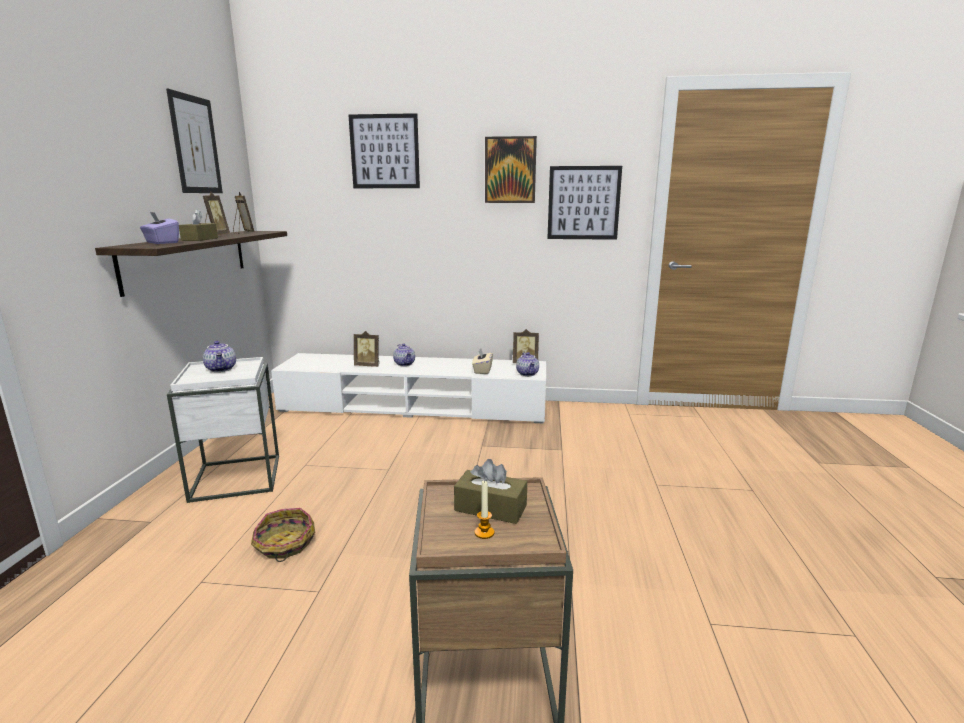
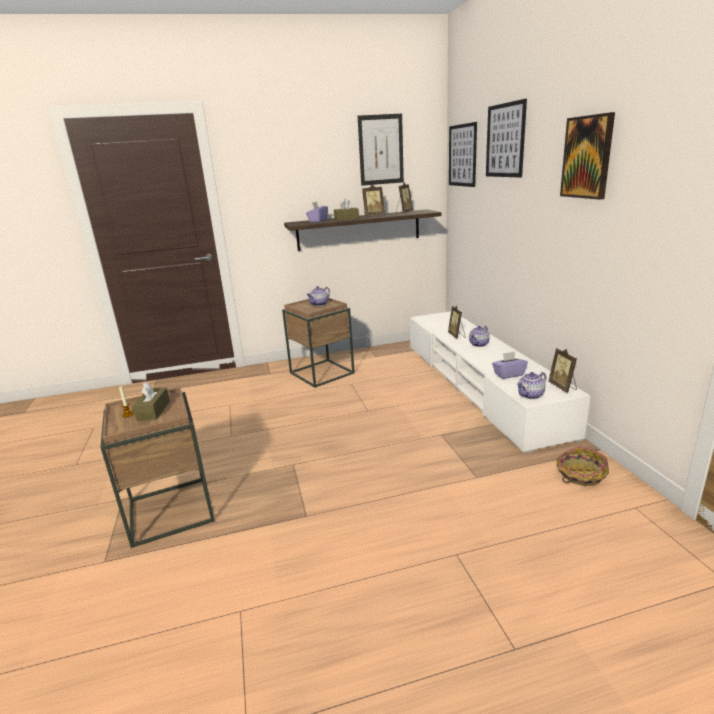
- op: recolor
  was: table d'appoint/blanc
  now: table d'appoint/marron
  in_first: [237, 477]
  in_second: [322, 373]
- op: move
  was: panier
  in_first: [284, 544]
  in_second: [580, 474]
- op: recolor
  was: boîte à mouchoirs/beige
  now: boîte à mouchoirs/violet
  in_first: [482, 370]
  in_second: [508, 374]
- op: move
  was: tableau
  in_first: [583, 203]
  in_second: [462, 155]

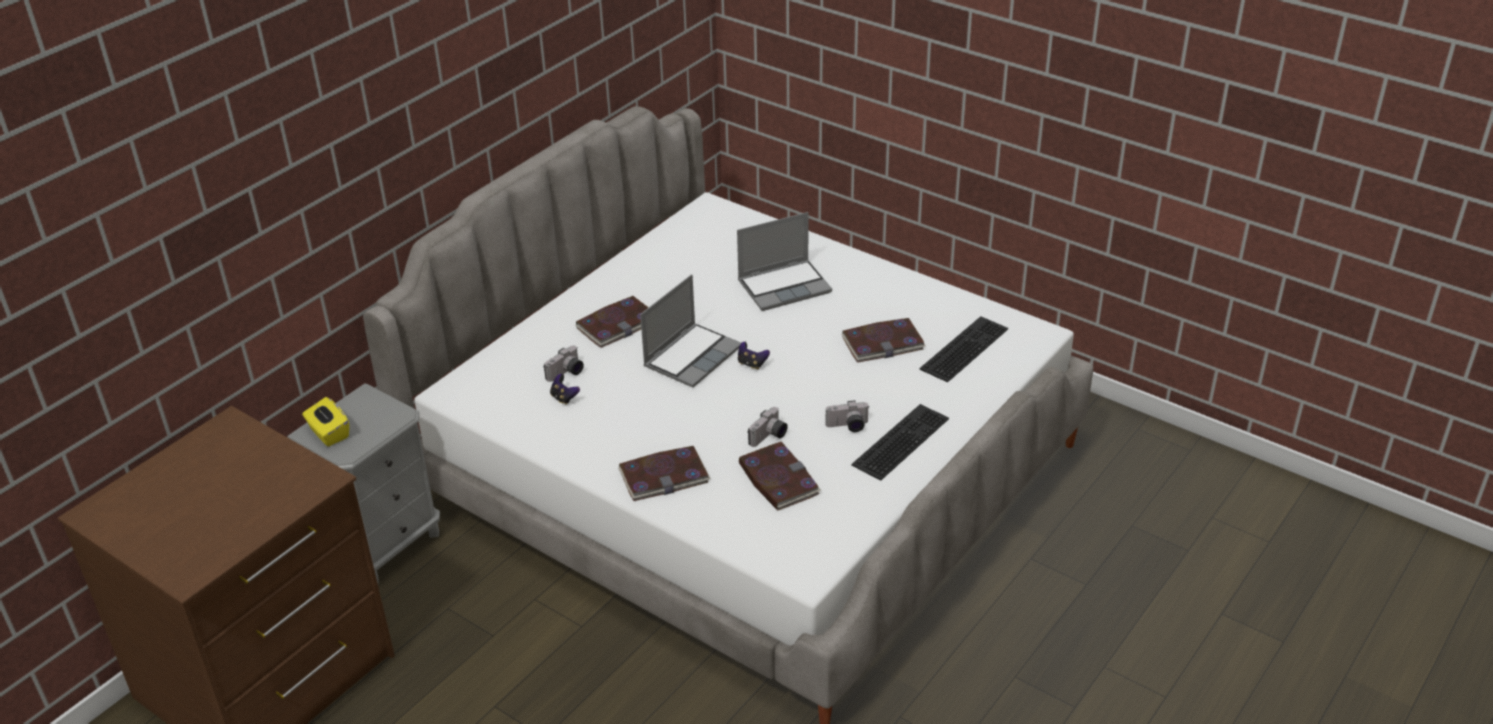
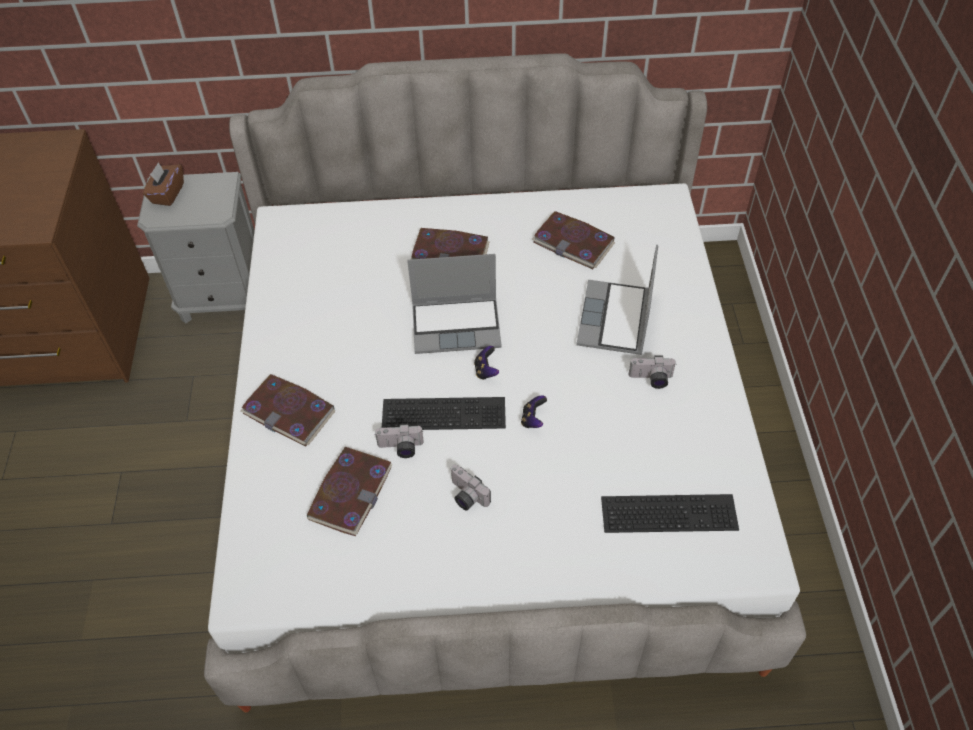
- op: recolor
  was: boîte à mouchoirs/jaune
  now: boîte à mouchoirs/marron
  in_first: [329, 433]
  in_second: [167, 194]
- op: move
  was: appareil photo
  in_first: [566, 373]
  in_second: [651, 380]
- op: move
  was: manette
  in_first: [564, 398]
  in_second: [533, 419]
- op: rotate
  was: ordinateur portable
  in_first: [785, 286]
  in_second: [615, 320]
  clockwise: 75
- op: move
  was: livre
  in_first: [883, 343]
  in_second: [574, 242]
- op: move
  was: clavier
  in_first: [899, 440]
  in_second: [445, 412]

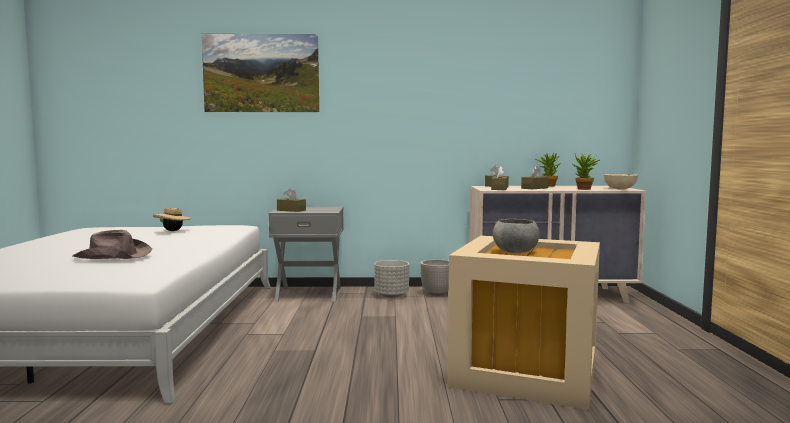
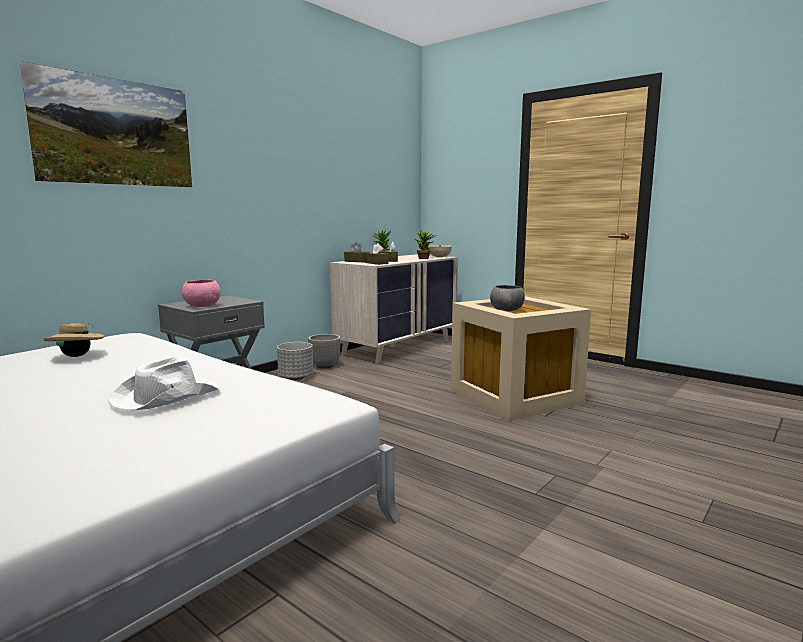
- op: recolor
  was: chapeau/marron
  now: chapeau/blanc
  in_first: [112, 255]
  in_second: [165, 396]
- op: replace
  was: boîte à mouchoirs/marron
  now: bol/rose
  in_first: [291, 210]
  in_second: [202, 306]

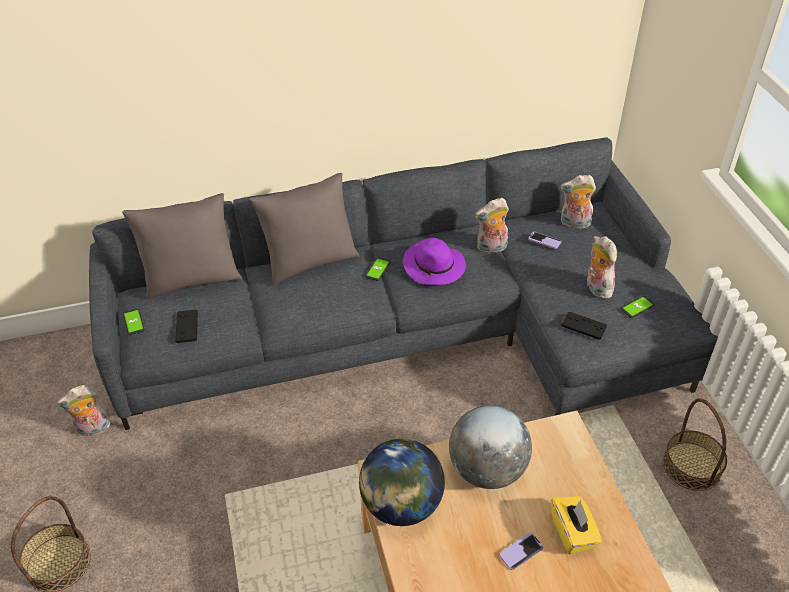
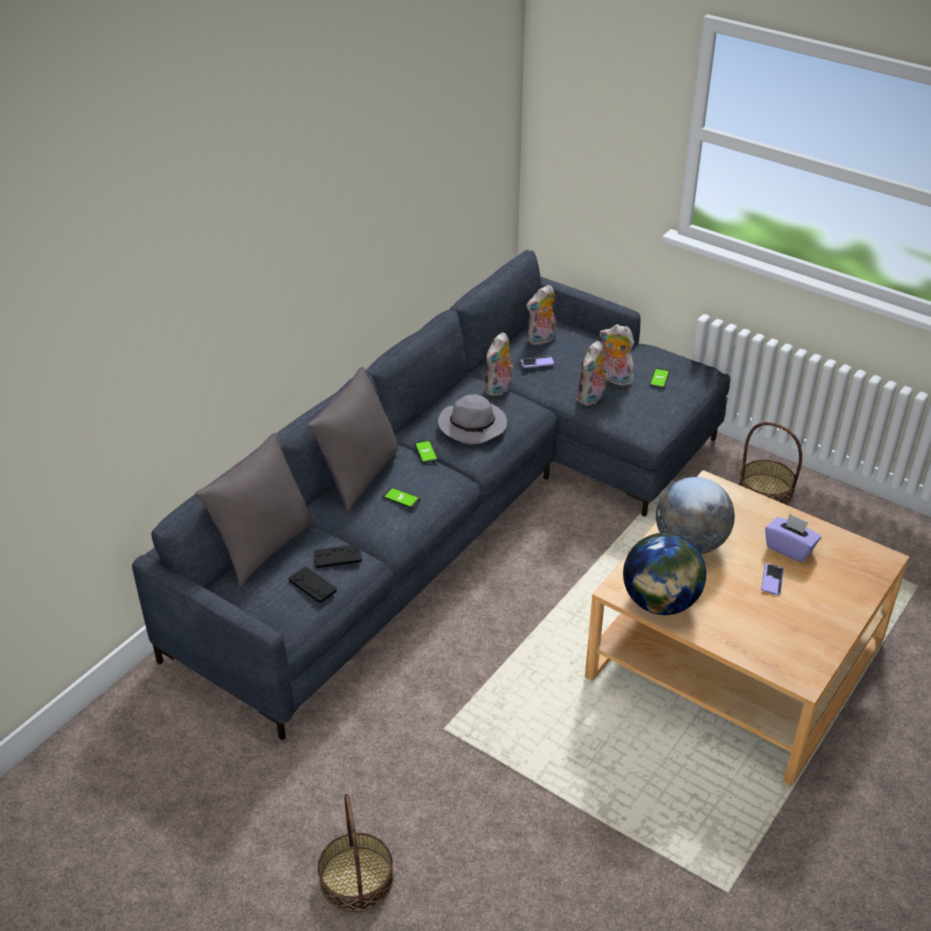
- op: move
  was: peluche
  in_first: [92, 429]
  in_second: [591, 398]
- op: move
  was: téléphone
  in_first: [134, 322]
  in_second: [401, 498]
- op: recolor
  was: chapeau/violet
  now: chapeau/gris
  in_first: [434, 267]
  in_second: [473, 425]
- op: recolor
  was: boîte à mouchoirs/jaune
  now: boîte à mouchoirs/violet
  in_first: [573, 533]
  in_second: [789, 548]
- op: move
  was: manette/noir
  in_first: [583, 326]
  in_second: [337, 557]

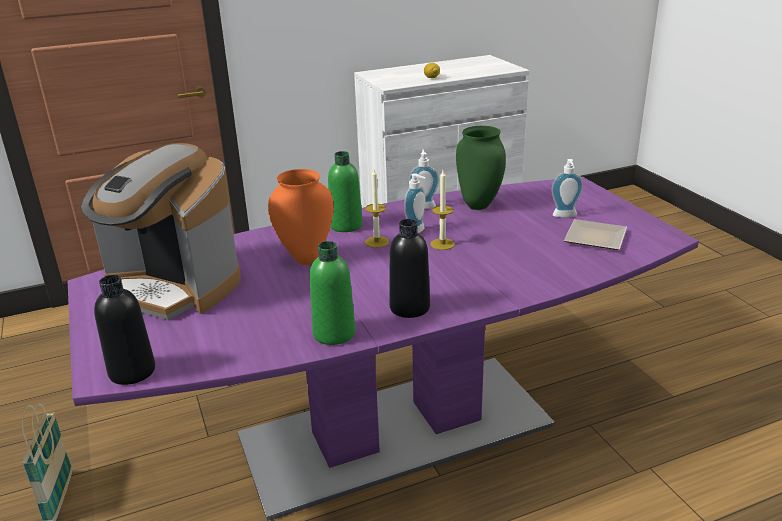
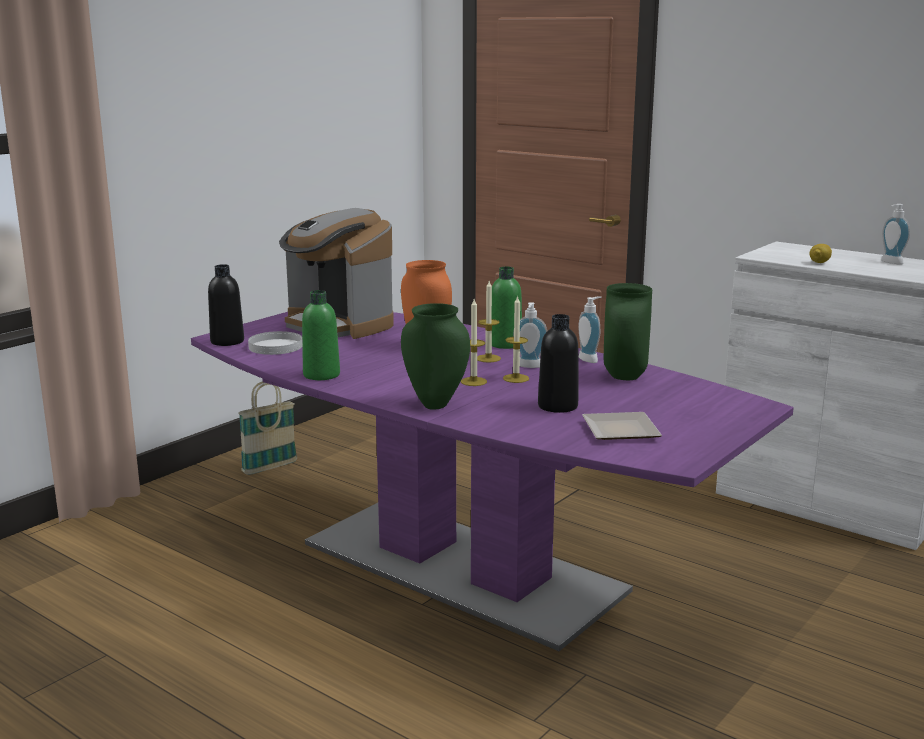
- op: rotate
  was: machine à café
  in_first: [173, 288]
  in_second: [338, 325]
  clockwise: -45
- op: move
  was: bouteille/noir
  in_first: [409, 307]
  in_second: [557, 406]
- op: move
  was: distributeur de savon
  in_first: [565, 216]
  in_second: [890, 262]
- op: insert
  now: assiette/blanc
  in_second: [275, 346]
- op: insert
  now: vase/vert
  in_second: [436, 404]
- op: insert
  now: bougie
  in_second: [473, 381]

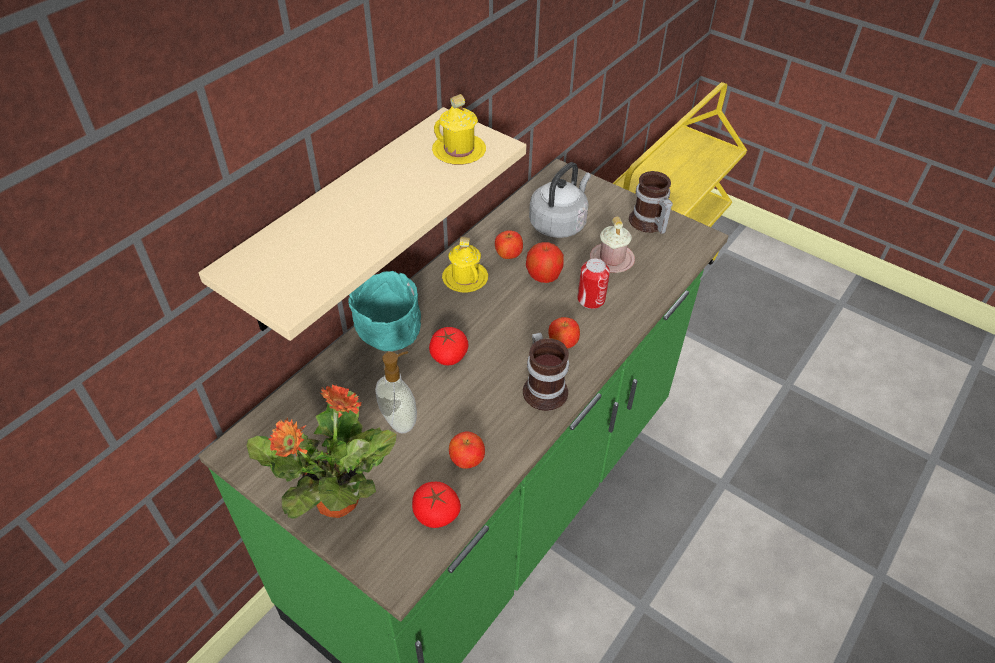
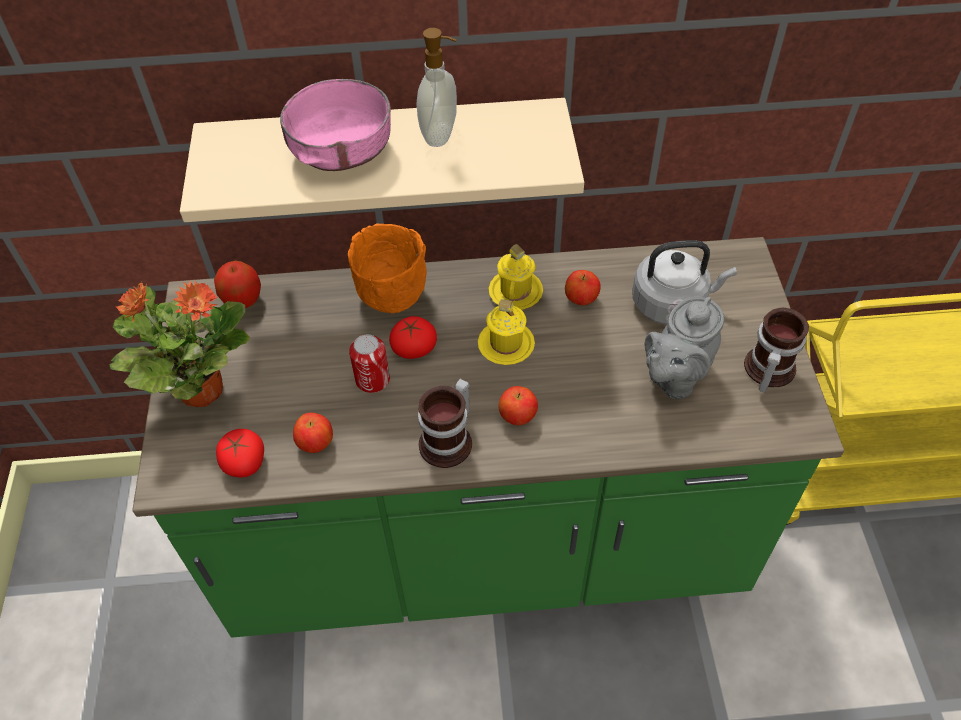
- op: recolor
  was: bol/turquoise
  now: bol/orange
  in_first: [390, 336]
  in_second: [393, 295]
- op: move
  was: distributeur de savon
  in_first: [400, 420]
  in_second: [441, 135]
- op: move
  was: mug/jaune
  in_first: [459, 151]
  in_second: [506, 344]
- op: move
  was: pomme
  in_first: [543, 276]
  in_second: [243, 300]
- op: move
  was: boîte métallique
  in_first: [591, 299]
  in_second: [372, 379]
- op: replace
  was: mug/rose
  now: théière/gris
  in_first: [612, 259]
  in_second: [675, 377]
- op: insert
  now: bol/rose
  in_second: [342, 150]

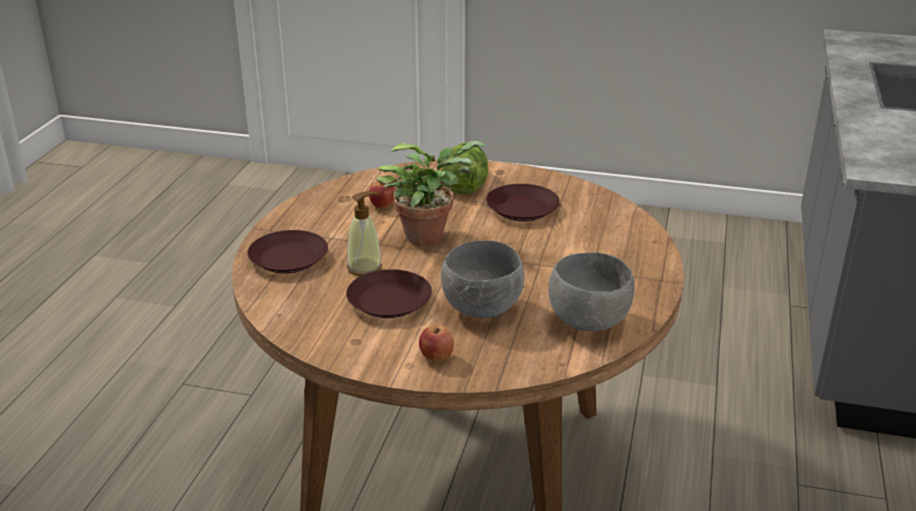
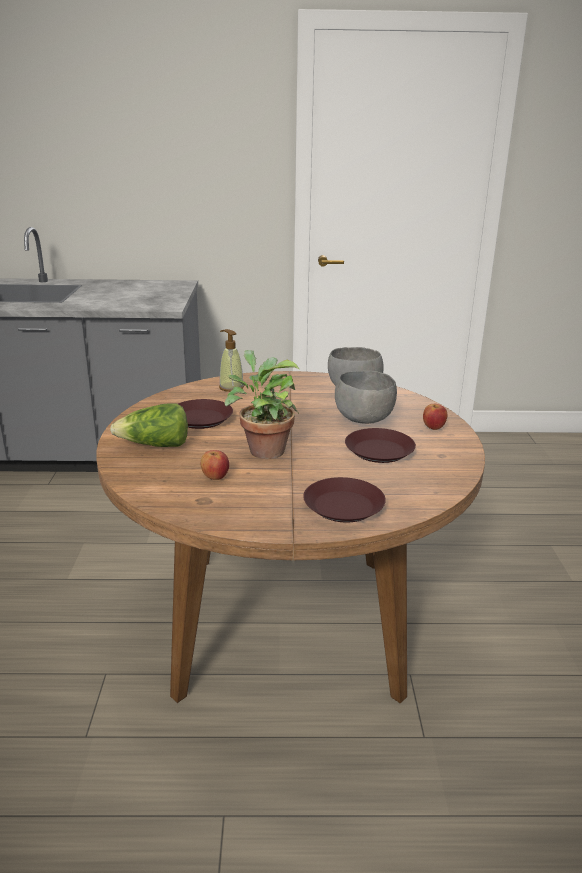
- op: move
  was: distributeur de savon
  in_first: [365, 268]
  in_second: [231, 387]

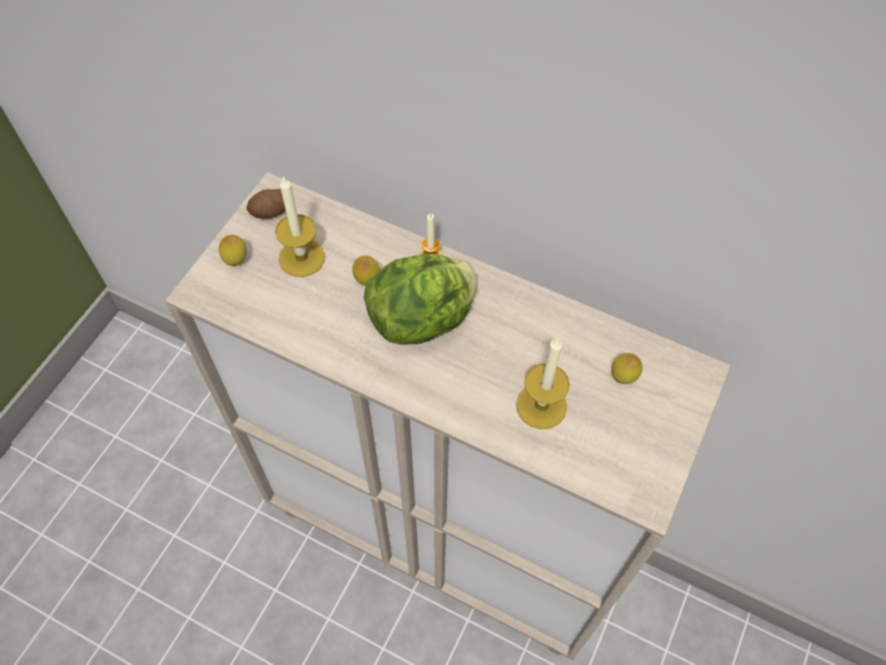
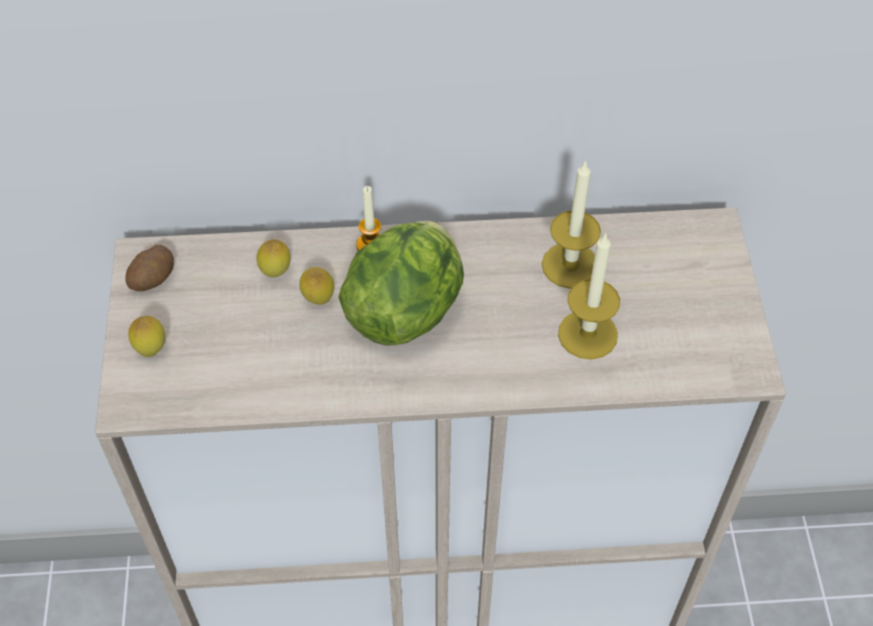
- op: move
  was: bougie
  in_first: [301, 258]
  in_second: [570, 265]
- op: move
  was: citron
  in_first: [623, 378]
  in_second: [276, 273]

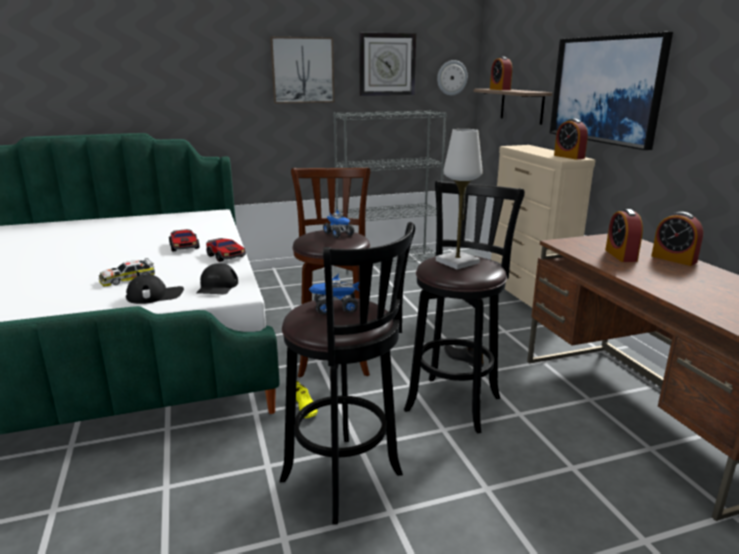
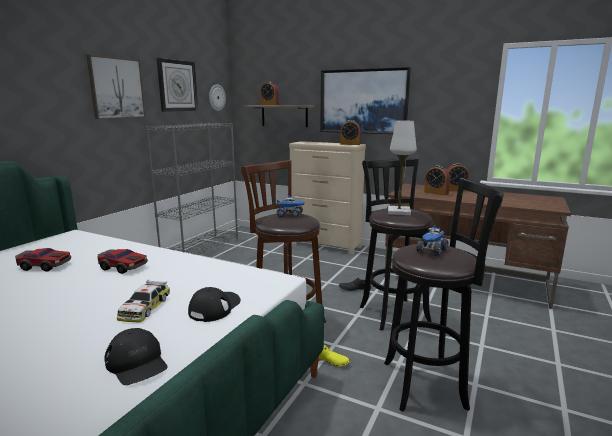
- op: move
  was: casquette/noir
  in_first: [217, 287]
  in_second: [137, 363]
- op: move
  was: petite voiture
  in_first: [226, 256]
  in_second: [45, 265]

